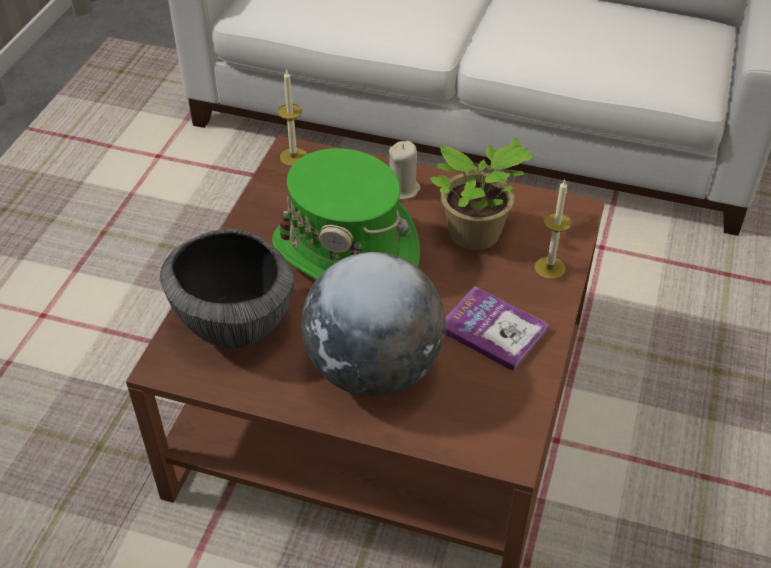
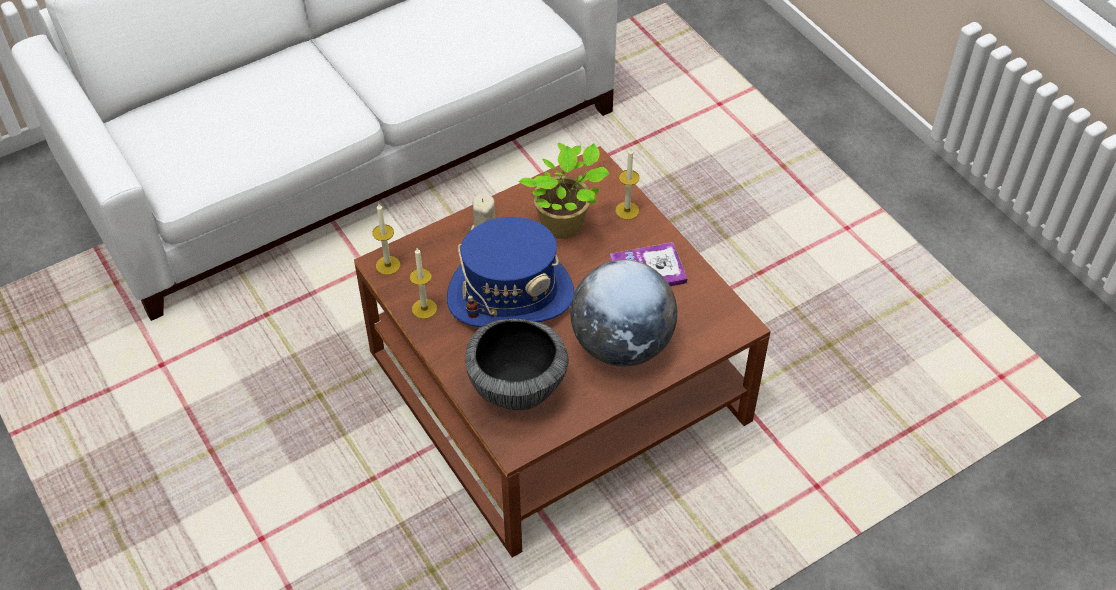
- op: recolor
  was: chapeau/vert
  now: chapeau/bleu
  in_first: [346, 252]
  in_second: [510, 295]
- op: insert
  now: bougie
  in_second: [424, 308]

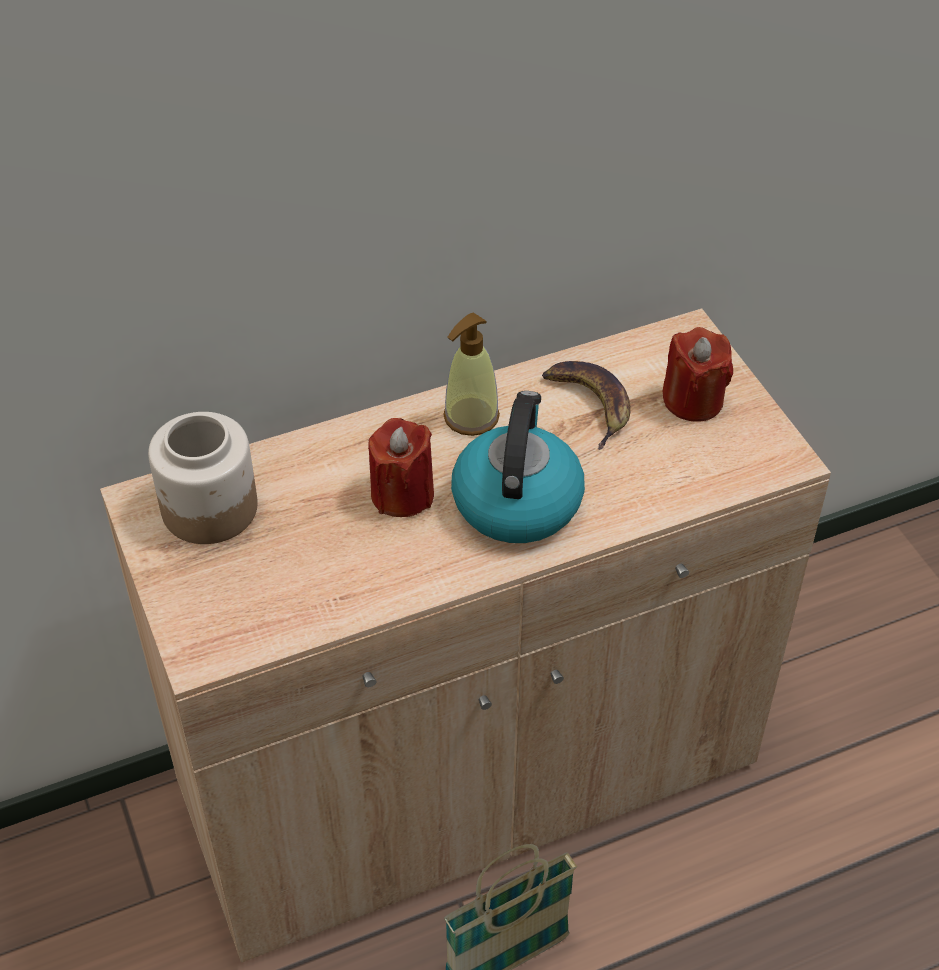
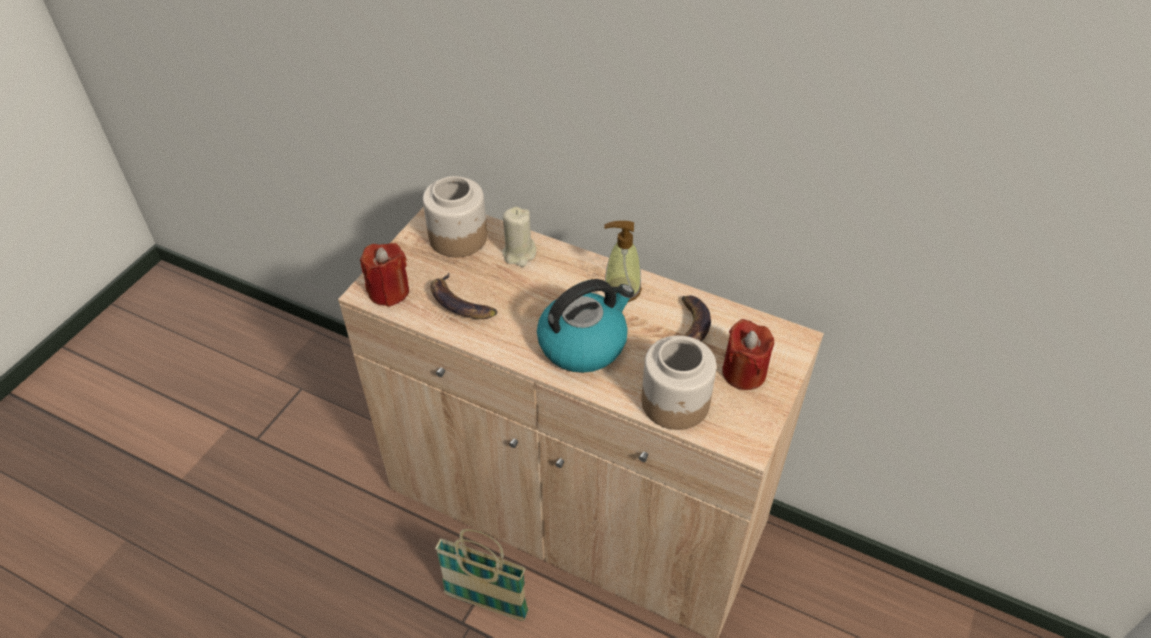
- op: move
  was: bougie/rouge
  in_first: [402, 494]
  in_second: [389, 291]
- op: insert
  now: banane
  in_second: [460, 303]
- op: insert
  now: bougie/beige
  in_second: [519, 254]
- op: insert
  now: bocal
  in_second: [676, 403]

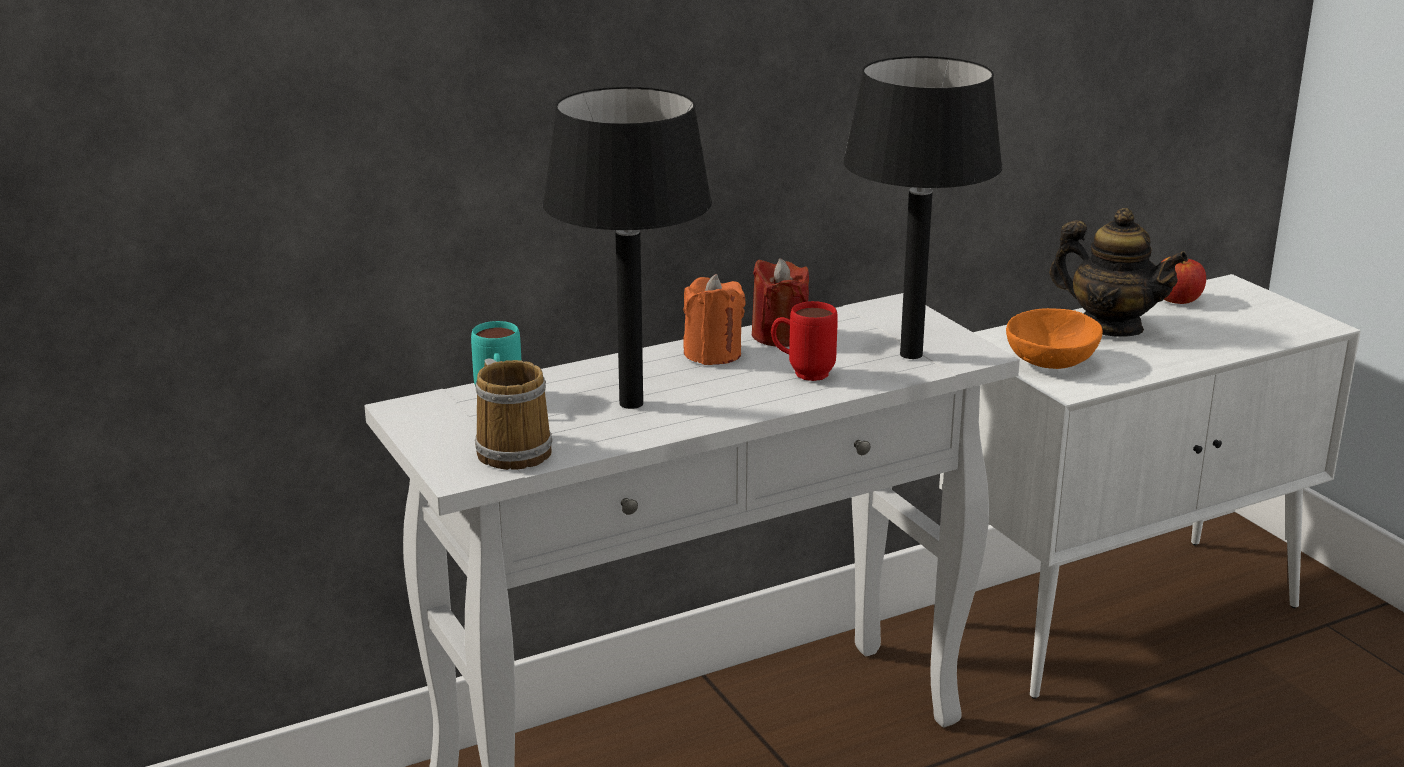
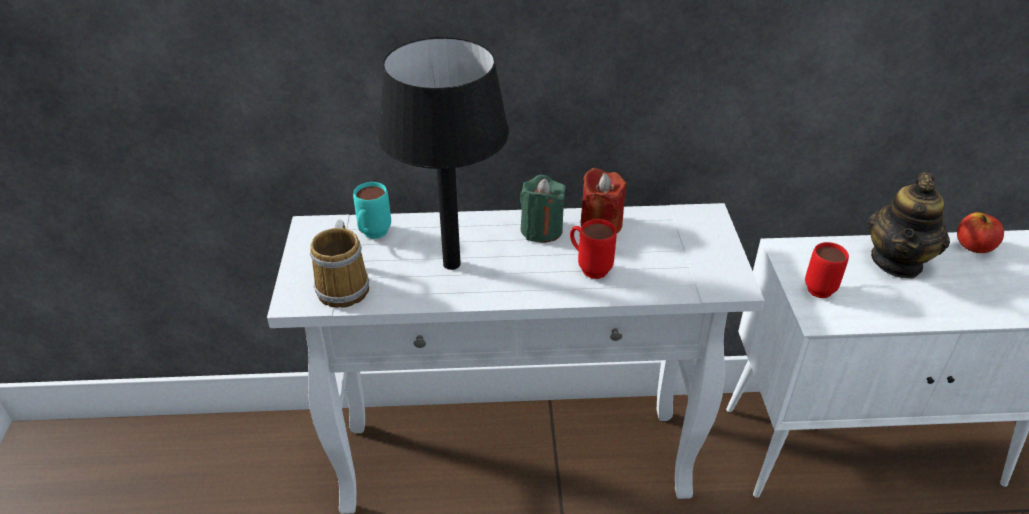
- op: recolor
  was: bougie/orange
  now: bougie/vert
  in_first: [712, 354]
  in_second: [541, 230]
- op: delete
  was: lampe de table/noir
  in_first: [910, 354]
- op: replace
  was: bol/orange
  now: mug/rouge
  in_first: [1051, 363]
  in_second: [822, 287]
- op: rotate
  was: théière
  in_first: [1111, 327]
  in_second: [897, 262]
  clockwise: 60

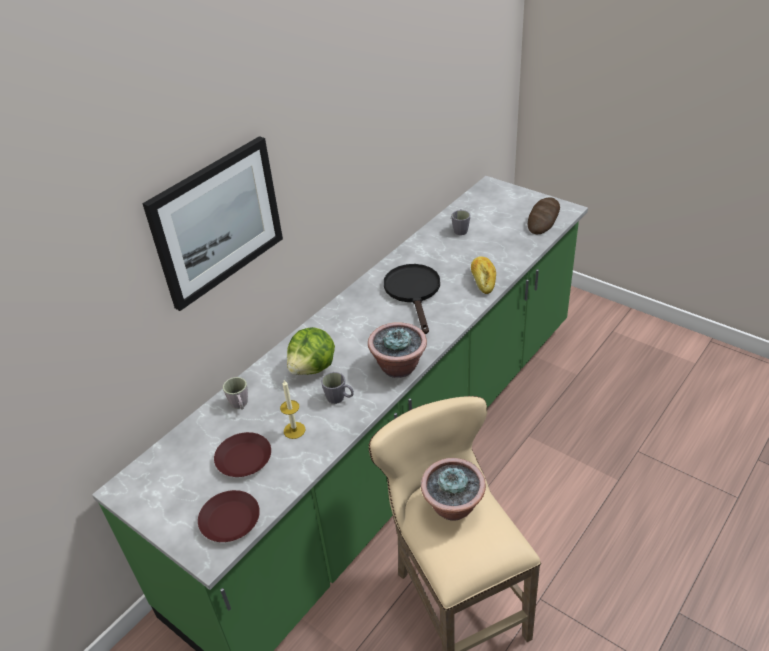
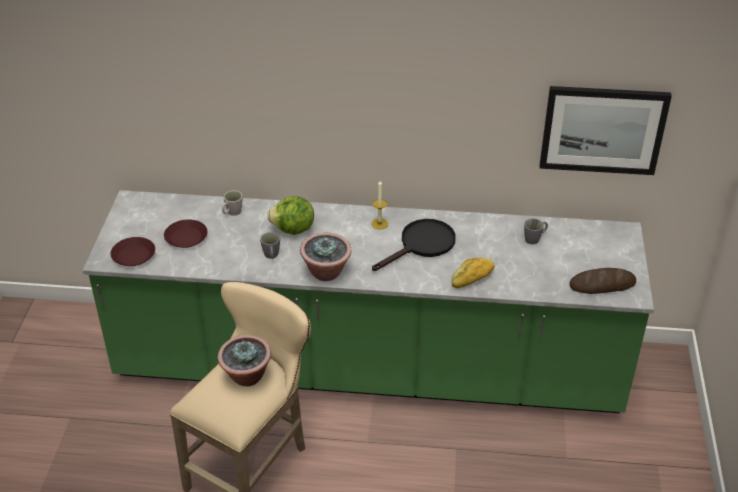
- op: move
  was: tableau
  in_first: [217, 221]
  in_second: [603, 129]
- op: move
  was: bougie
  in_first: [294, 430]
  in_second: [379, 224]

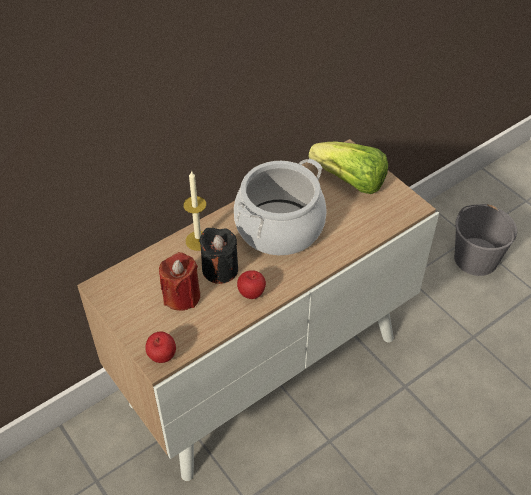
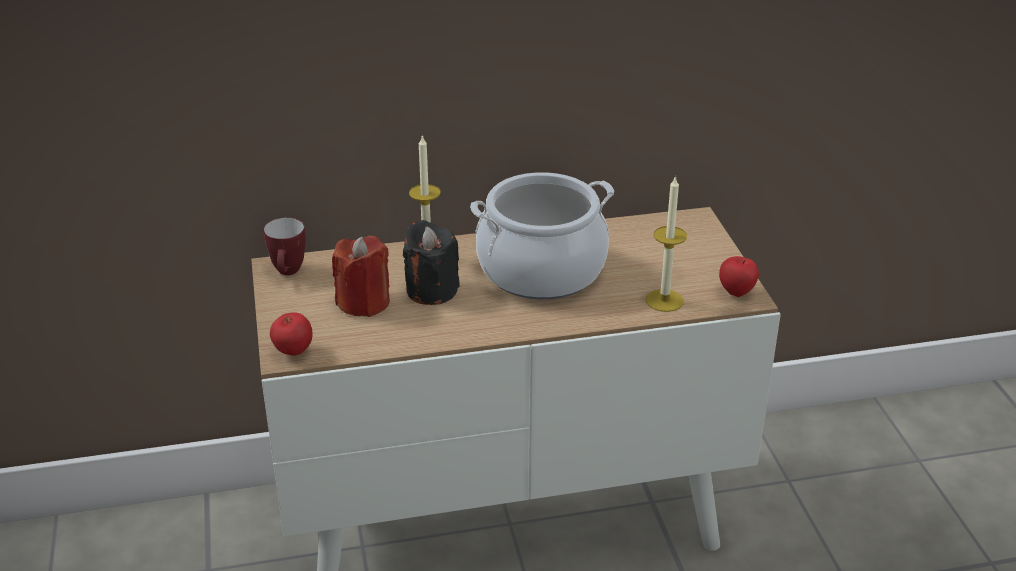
- op: move
  was: pomme
  in_first: [251, 294]
  in_second: [737, 292]
- op: delete
  was: laitue
  in_first: [350, 181]
- op: delete
  was: seau/gris
  in_first: [476, 259]
- op: insert
  now: mug
  in_second: [288, 273]
- op: insert
  now: bougie
  in_second: [664, 300]

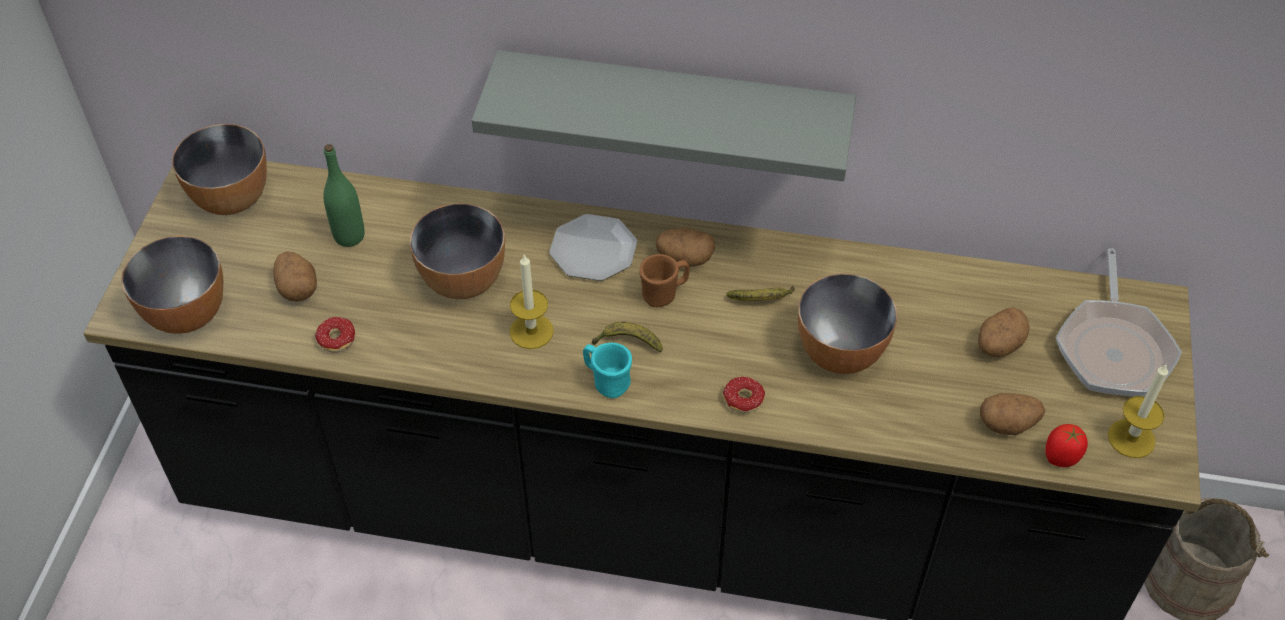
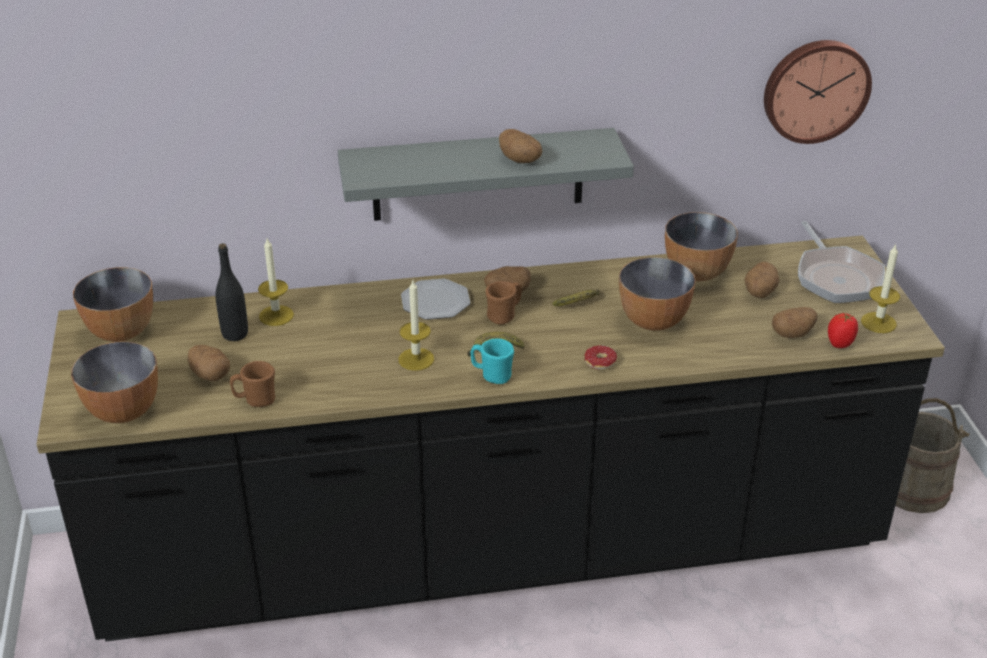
- op: replace
  was: beignet
  now: mug/marron
  in_first: [329, 340]
  in_second: [255, 400]
- op: recolor
  was: bouteille/vert
  now: bouteille/noir
  in_first: [349, 236]
  in_second: [235, 334]
- op: move
  was: bol
  in_first: [463, 280]
  in_second: [696, 272]
- op: insert
  now: bougie
  in_second: [276, 315]
- op: insert
  now: pomme de terre
  in_second: [520, 160]
- op: insert
  now: horloge murale
  in_second: [815, 89]

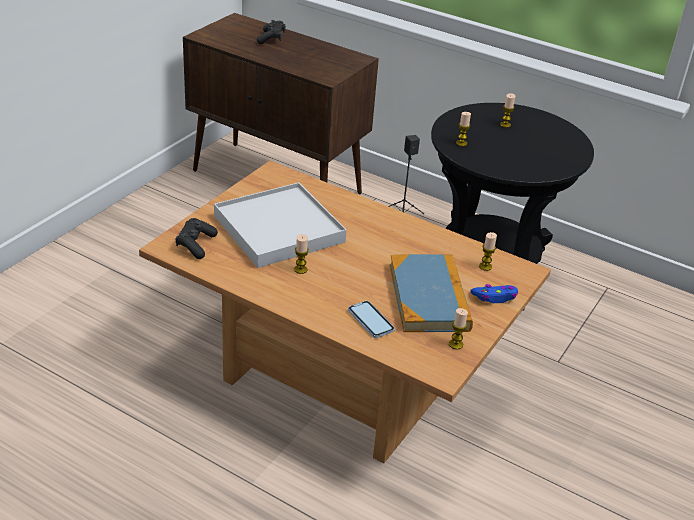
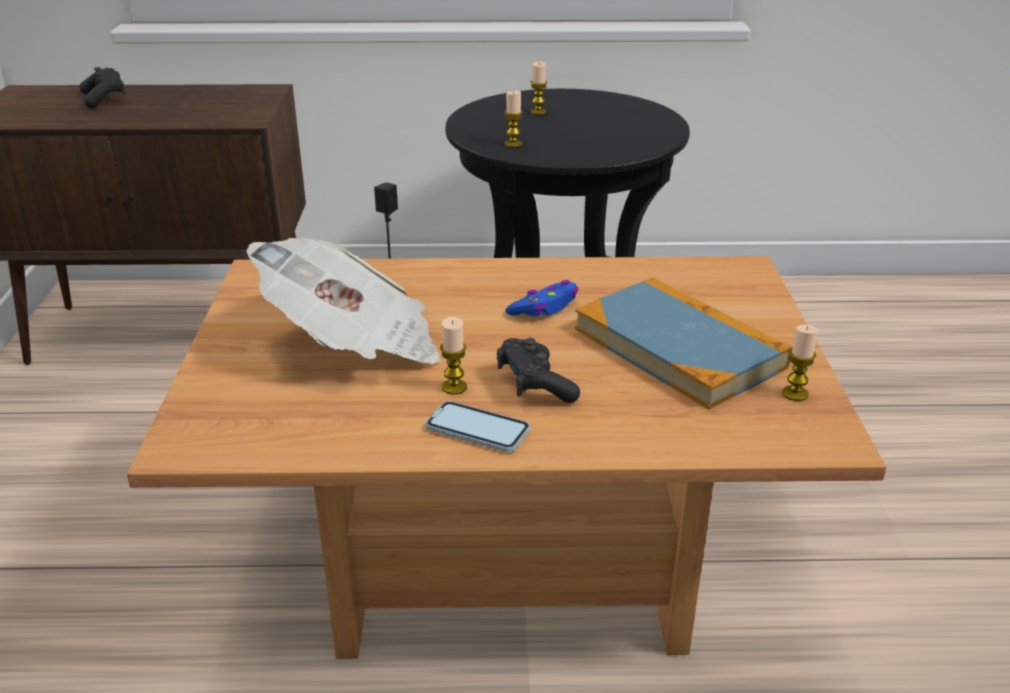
- op: move
  was: manette/noir
  in_first: [196, 245]
  in_second: [535, 385]
- op: replace
  was: plateau/blanc
  now: journal
  in_first: [279, 229]
  in_second: [354, 344]
- op: move
  was: téléphone
  in_first: [370, 320]
  in_second: [477, 429]
- op: move
  was: manette/bleu
  in_first: [495, 297]
  in_second: [544, 308]
- op: delete
  was: bougie
  in_first: [485, 266]

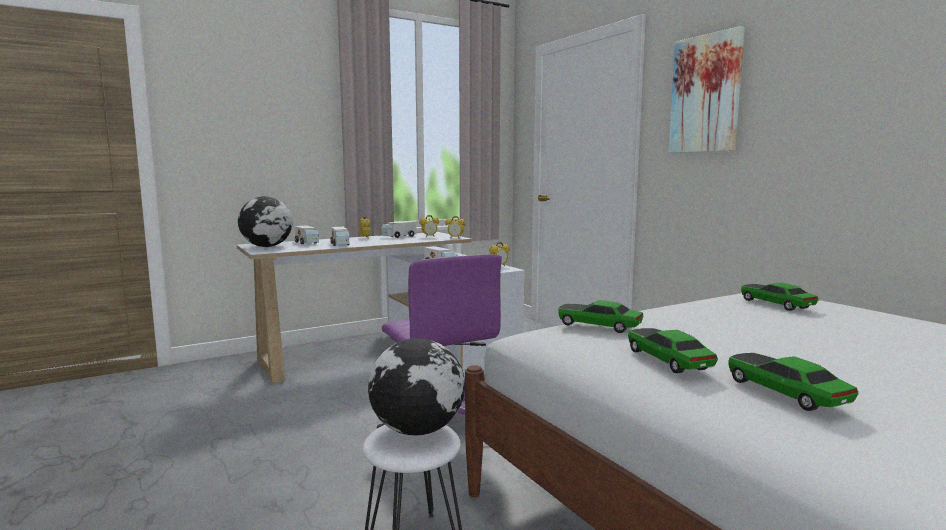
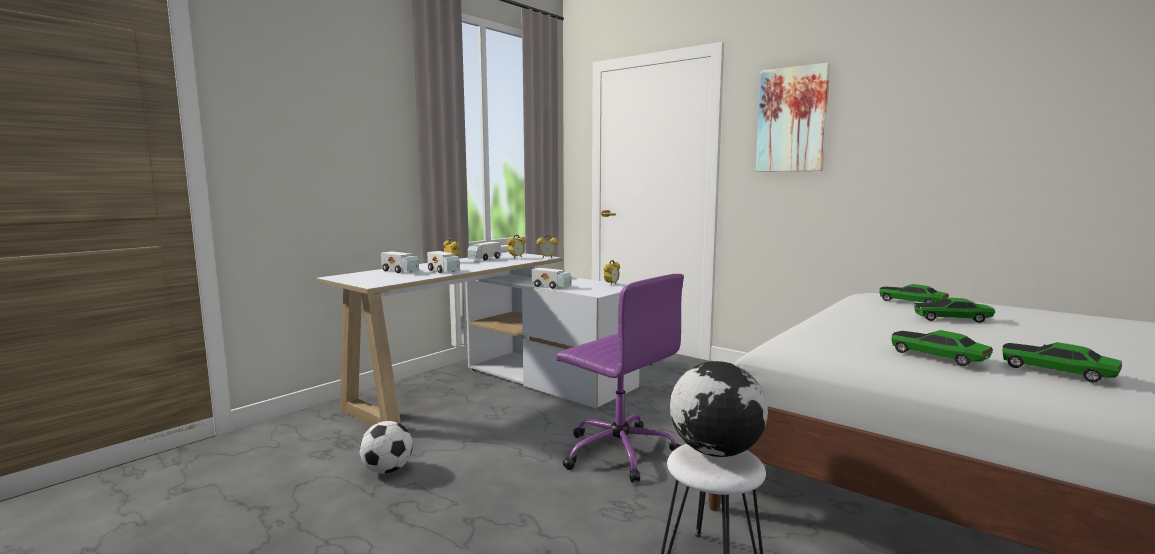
- op: delete
  was: globe
  in_first: [266, 247]
- op: move
  was: petite voiture
  in_first: [598, 326]
  in_second: [951, 319]
- op: insert
  now: ballon de foot
  in_second: [387, 470]

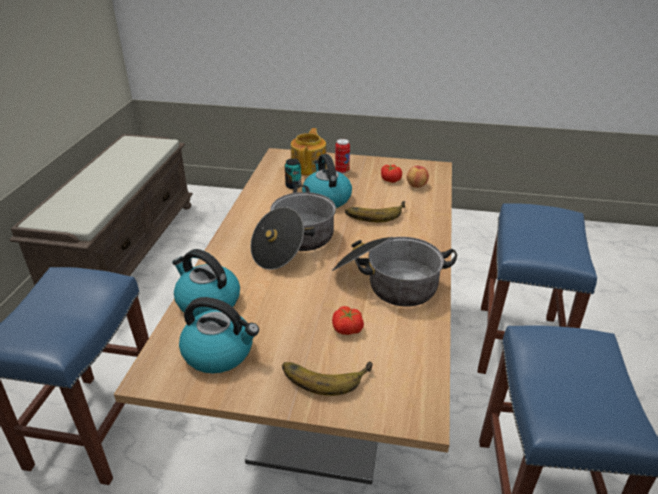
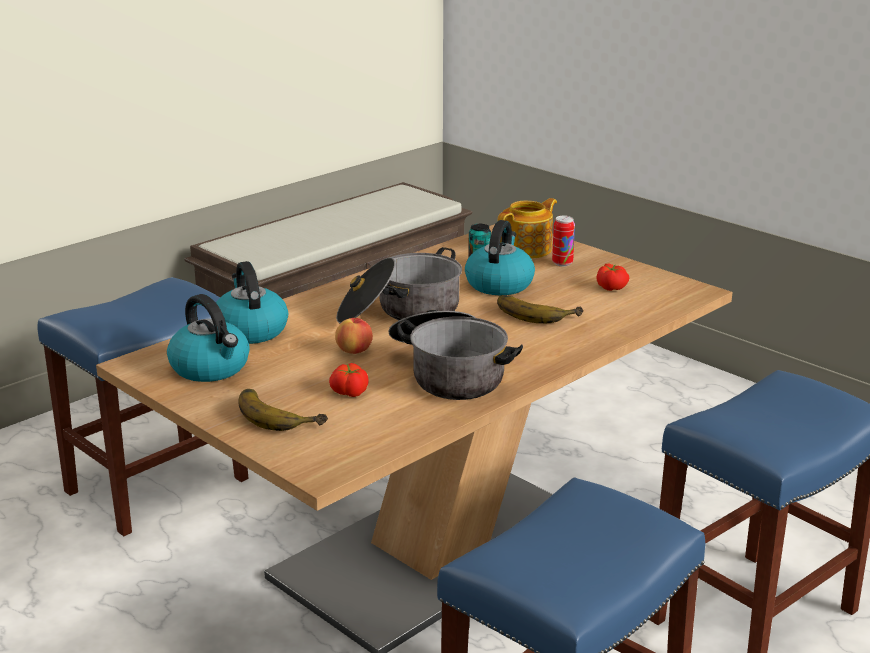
- op: move
  was: pomme
  in_first: [416, 186]
  in_second: [354, 351]

